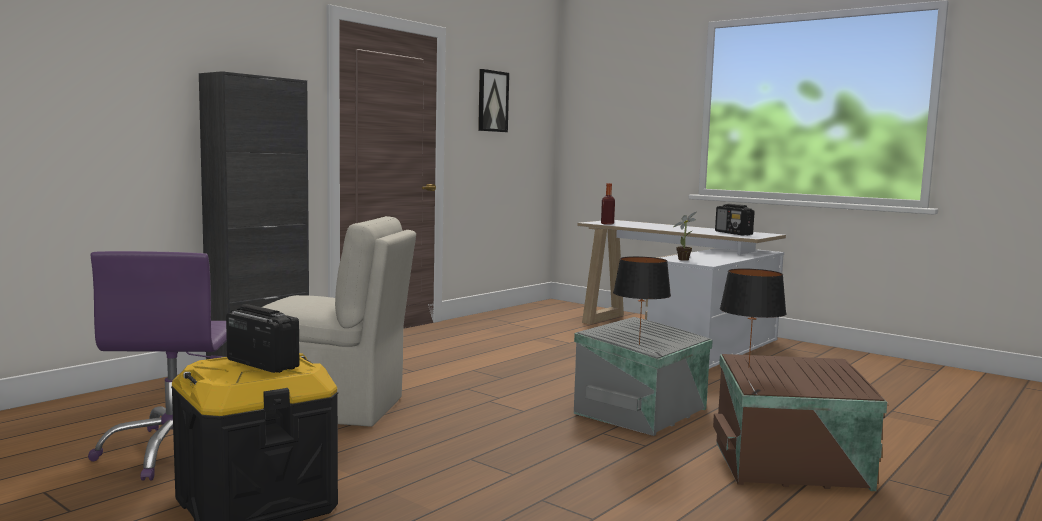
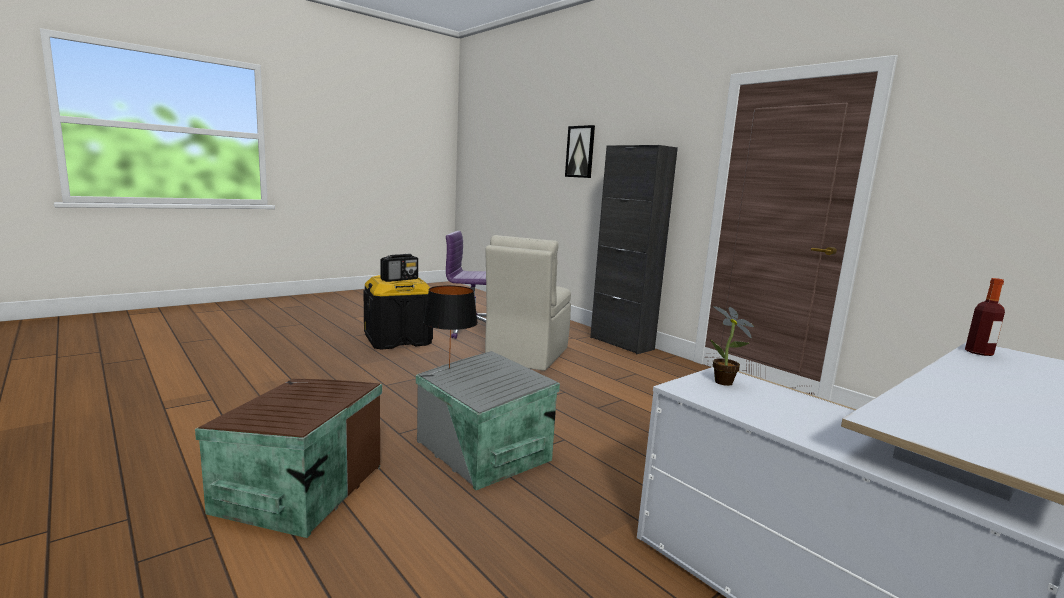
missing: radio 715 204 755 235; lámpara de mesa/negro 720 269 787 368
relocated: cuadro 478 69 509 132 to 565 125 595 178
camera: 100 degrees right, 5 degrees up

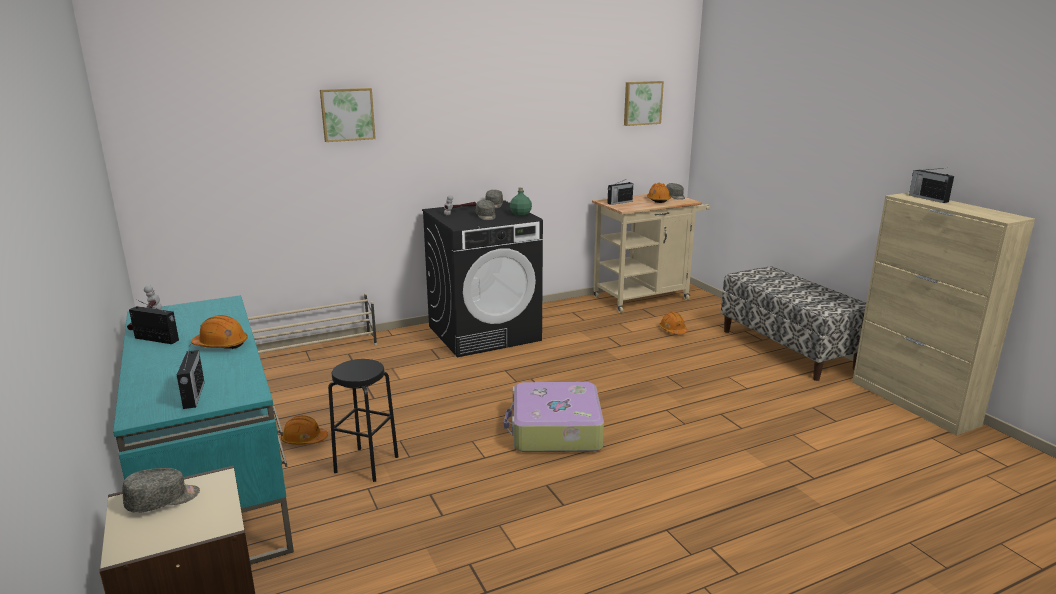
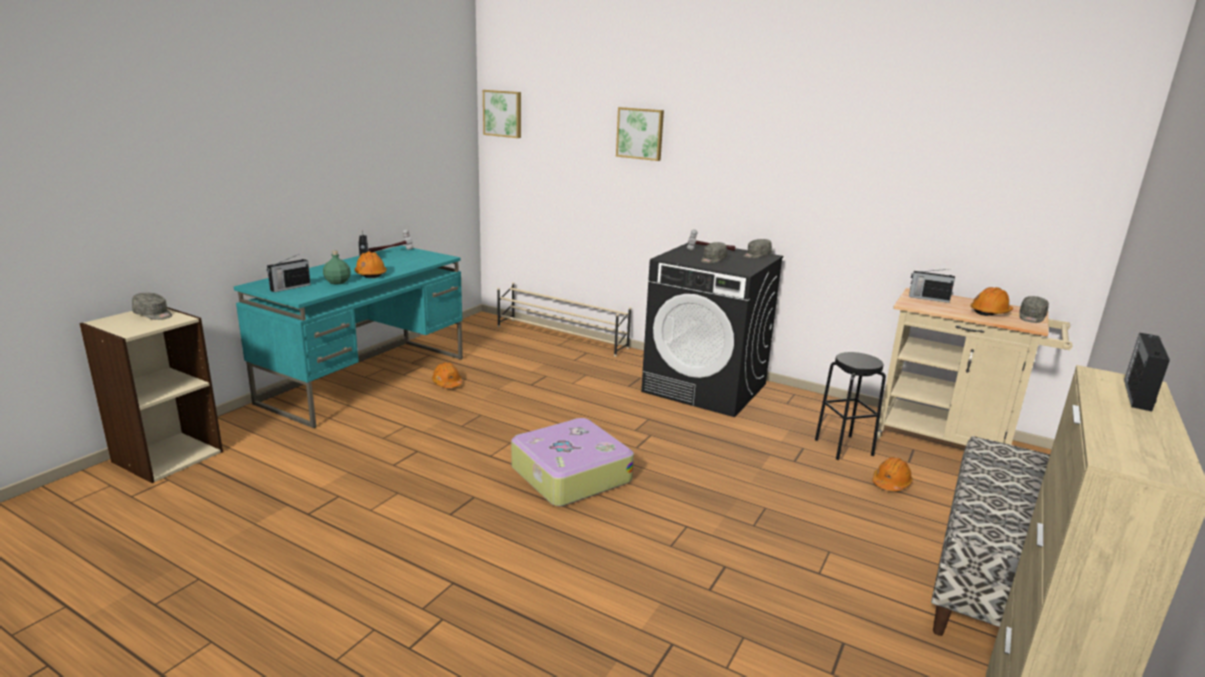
relocated: taburete/negro 328 359 398 482 to 815 352 886 460; botella/verde 510 187 532 216 to 323 251 351 285; cuadro 624 81 664 126 to 483 90 521 138
camera: 55 degrees right, 0 degrees up

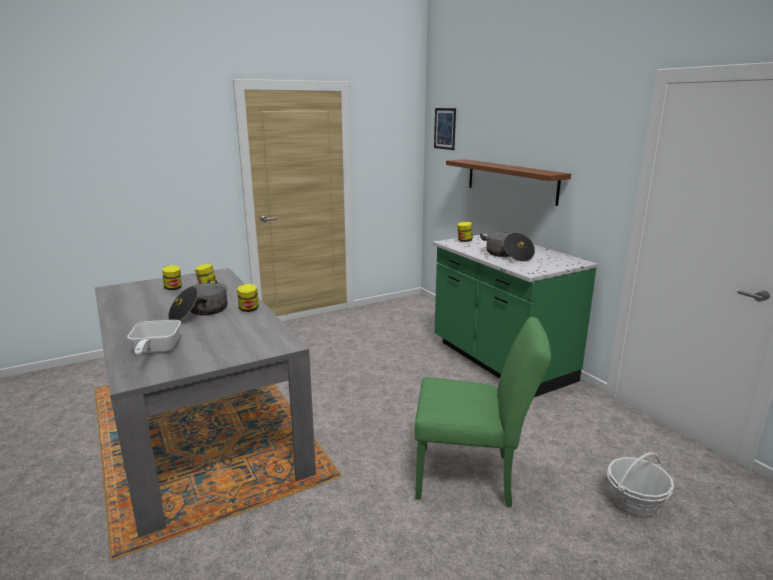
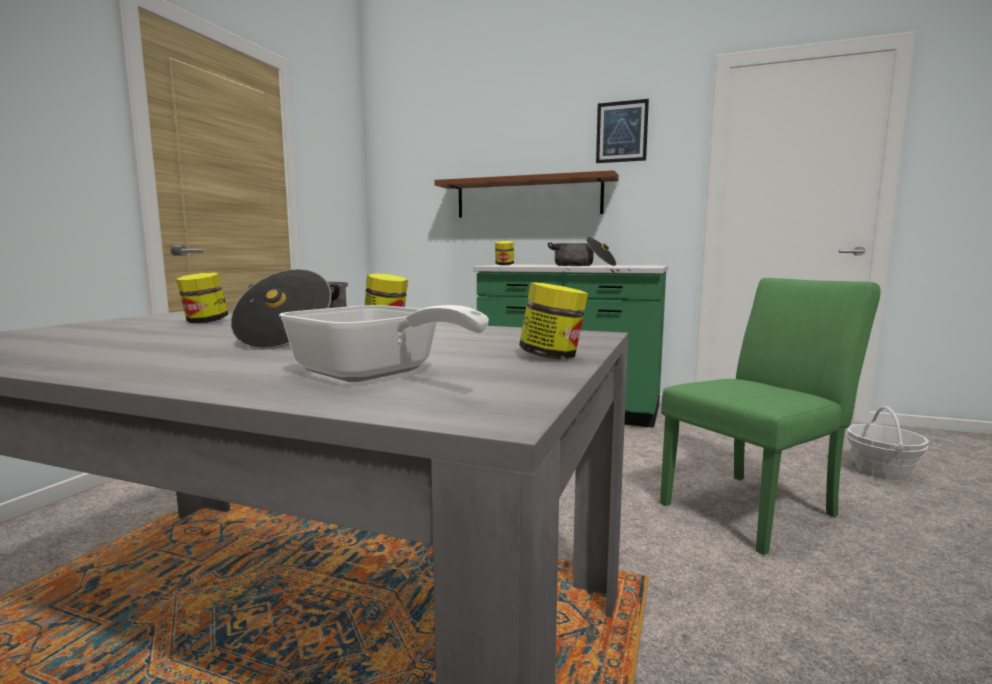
relocated: tarro 162 265 182 290 to 519 282 588 359; cuadro 434 108 456 150 to 596 99 649 163
camera: 40 degrees left, 10 degrees down

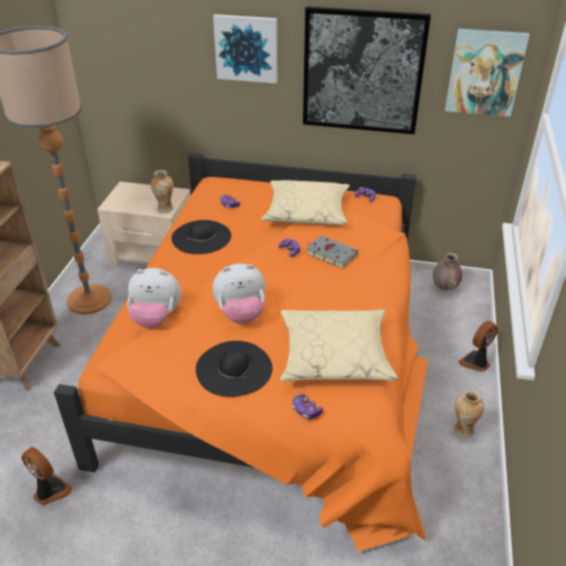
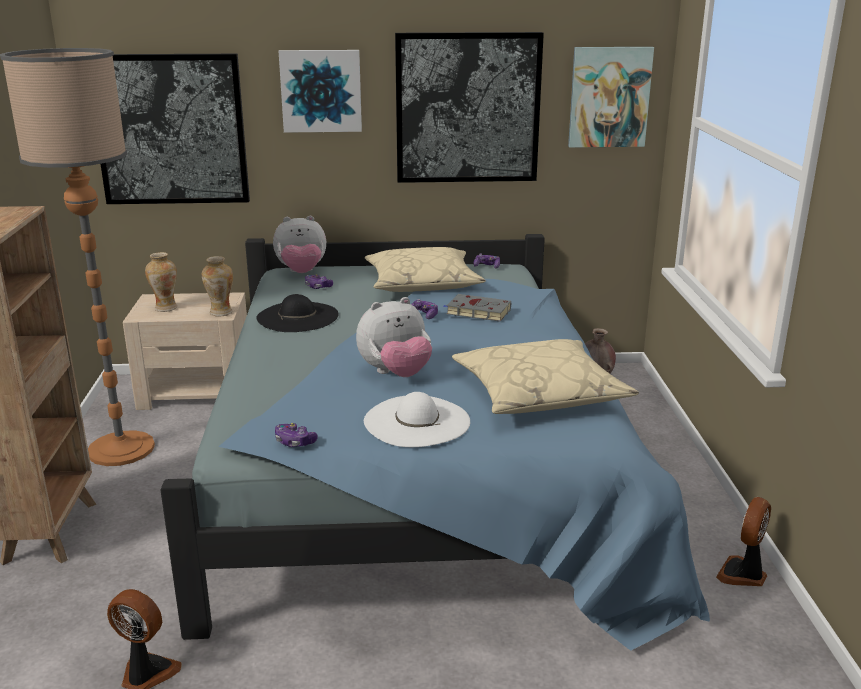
appeared: cuadro 101 54 250 204
relocated: peluche 127 268 181 329 to 273 216 326 273; mando de consola 293 394 323 419 to 275 423 317 447; florero 454 390 484 438 to 145 252 177 312; ventilador 458 321 498 372 to 716 497 771 586
colour: cama/naranja 54 153 428 552 to cama/azul 160 234 710 651; sombrero/negro 196 341 272 397 to sombrero/blanco 364 392 470 447
camera: 15 degrees left, 15 degrees down

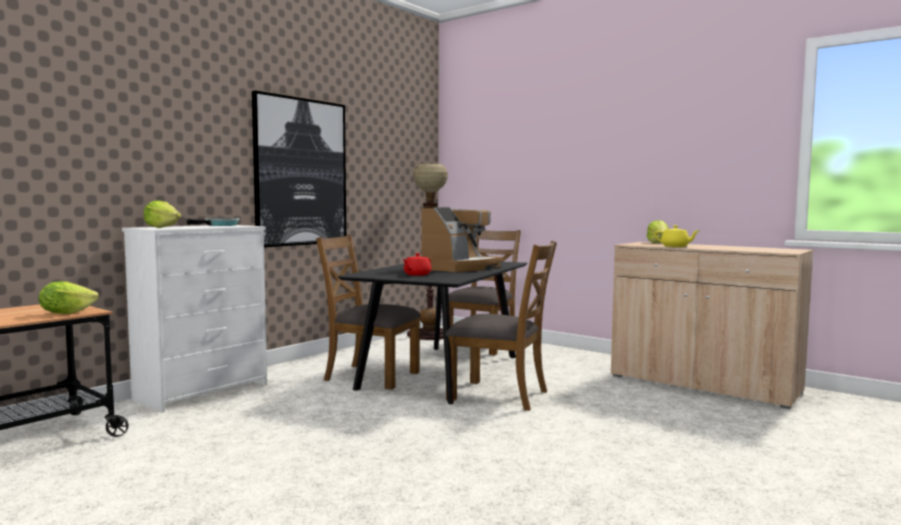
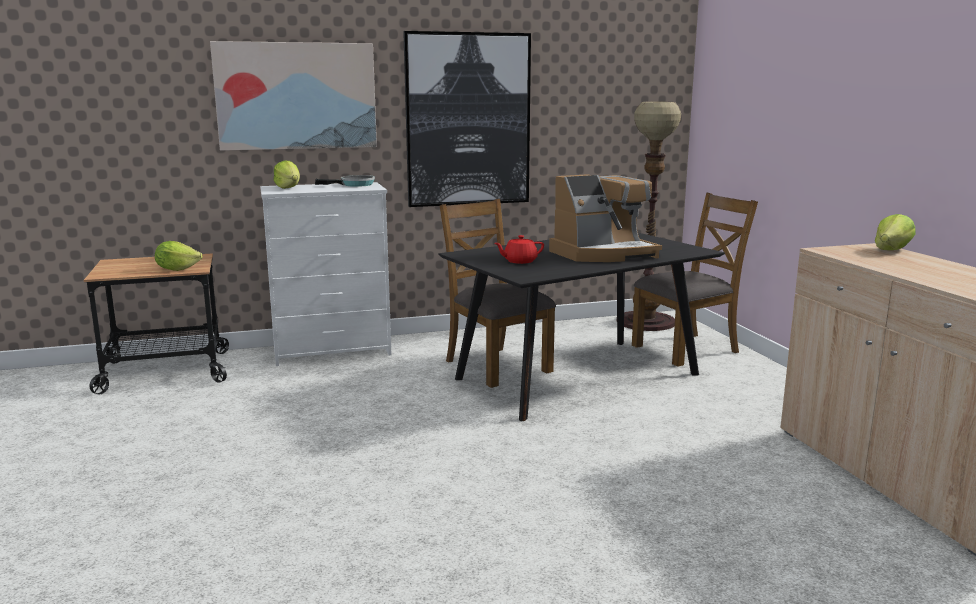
missing: silla/marrón 445 241 557 411; tetera/amarillo 654 225 700 247
appeared: cuadro 210 41 377 151
camera: 35 degrees right, 10 degrees up

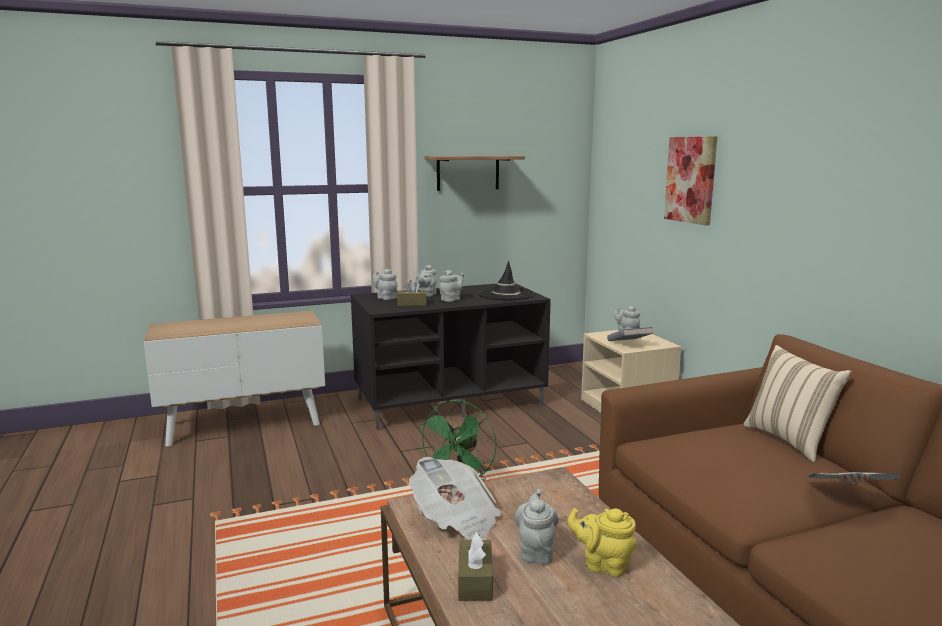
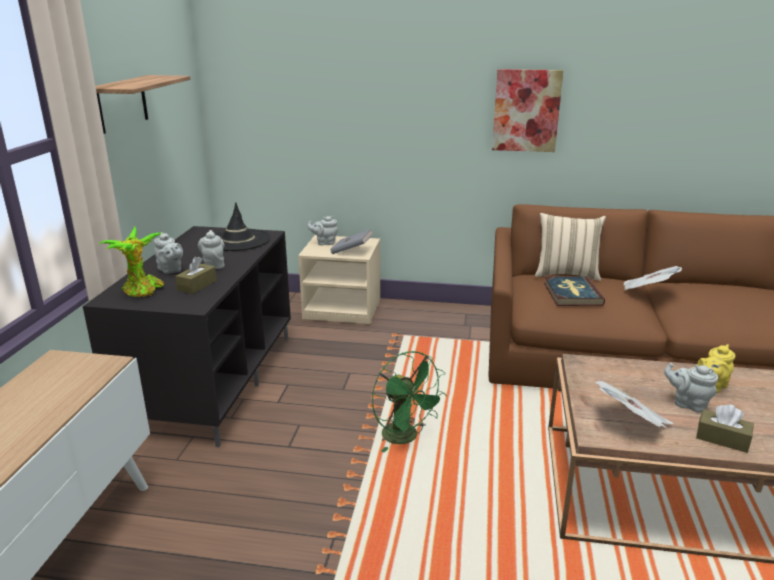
appeared: libro 544 276 605 306
relocated: cuadro 664 136 717 225 to 492 69 563 152
exchanged: tetera/gris 373 269 398 300 to planta en maceta 98 226 164 297
camera: 60 degrees left, 10 degrees up

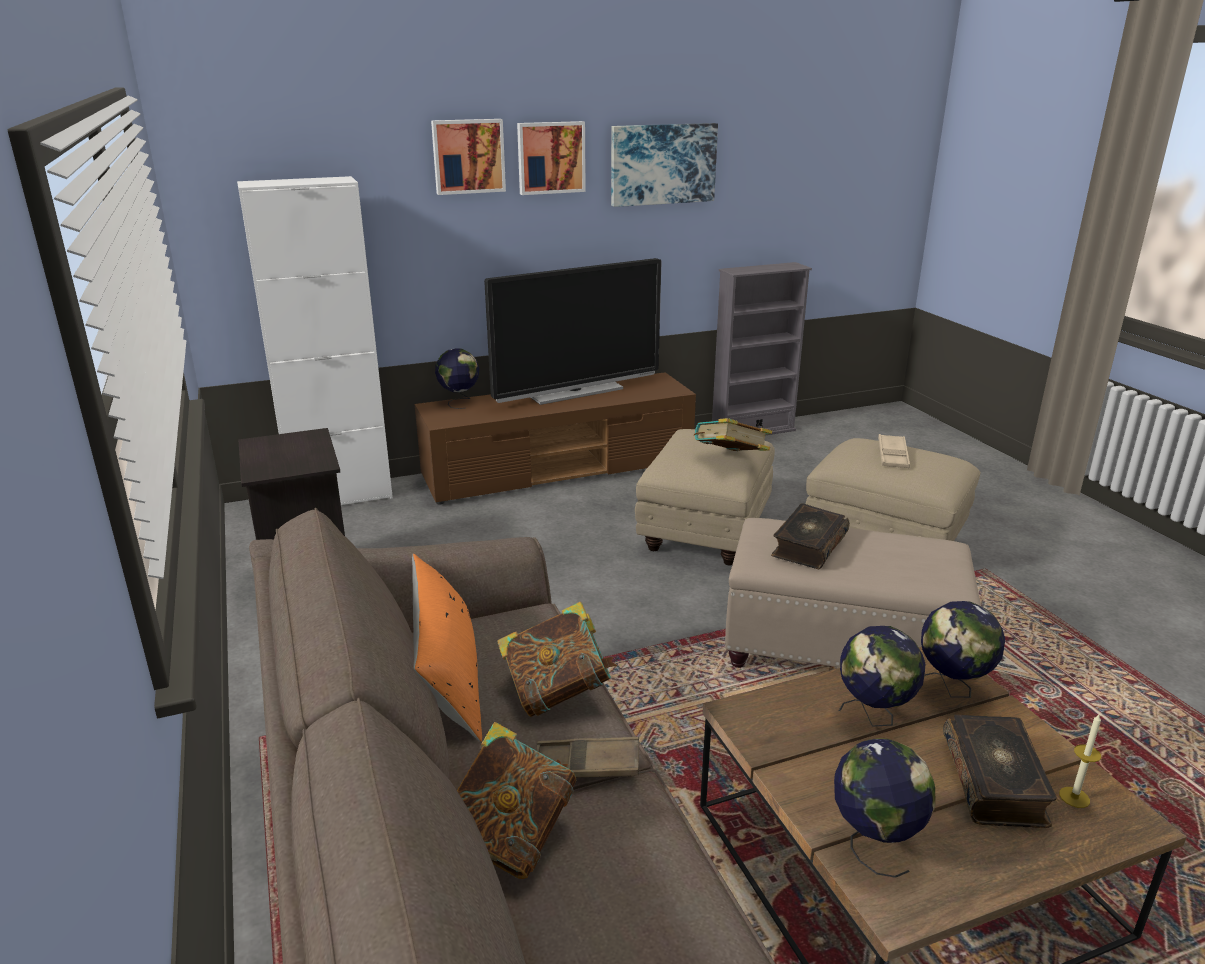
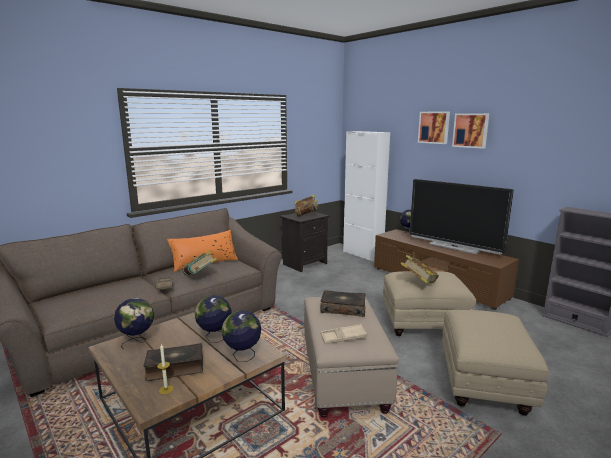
missing: cuadro 611 123 718 207
relocated: libro 457 722 576 879 to 295 195 318 217; bandeja/beis 878 434 910 468 to 321 324 367 344
camera: 70 degrees right, 10 degrees down

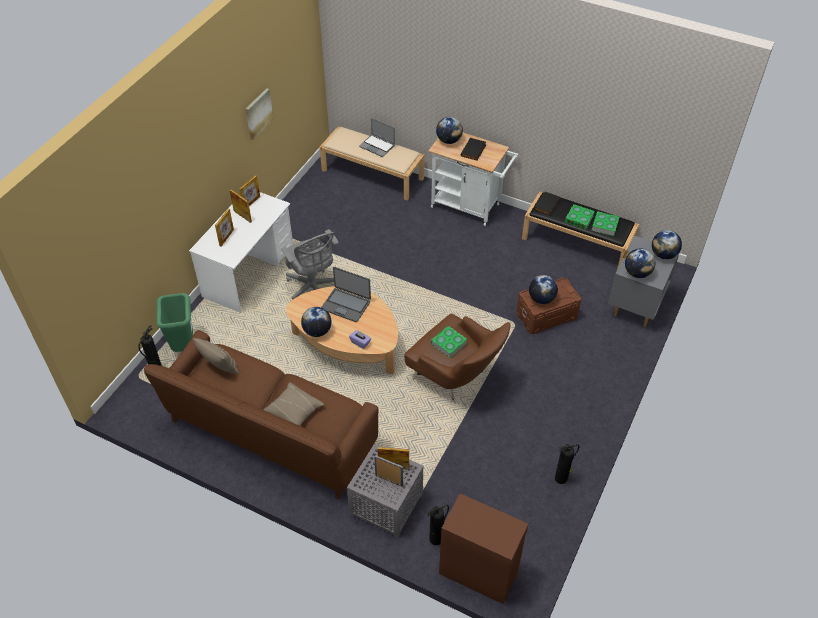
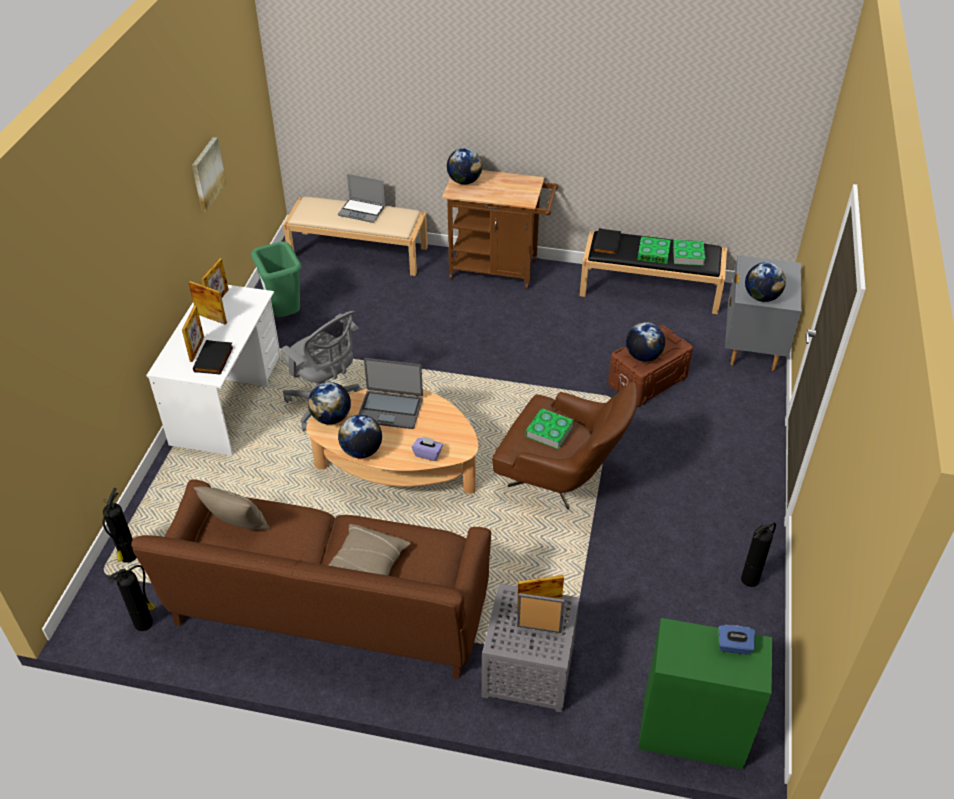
appeared: caja de pañuelos/azul 719 625 755 654
relocated: papelera/verde 156 293 193 352 to 251 241 301 317; extintor 427 505 449 545 to 107 565 156 631; libro/negro 461 137 486 161 to 193 340 233 375; globo terráqueo 652 230 682 259 to 308 382 351 424
colour: carrito/blanco 428 133 518 226 to carrito/marrón 442 170 558 289; armario/marrón 439 493 528 604 to armario/verde 638 618 772 769
camera: 15 degrees left, 5 degrees down

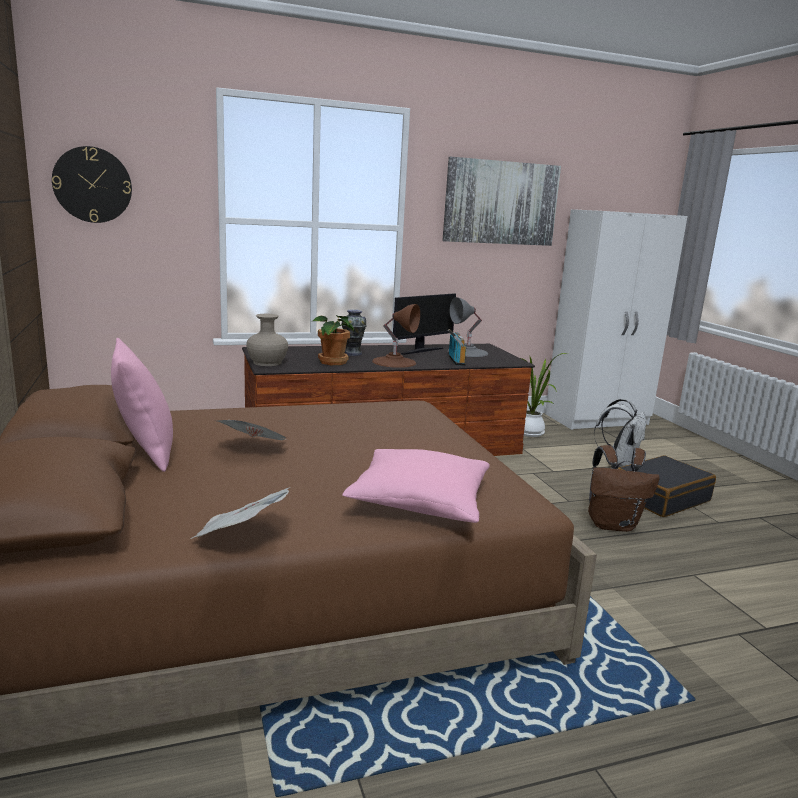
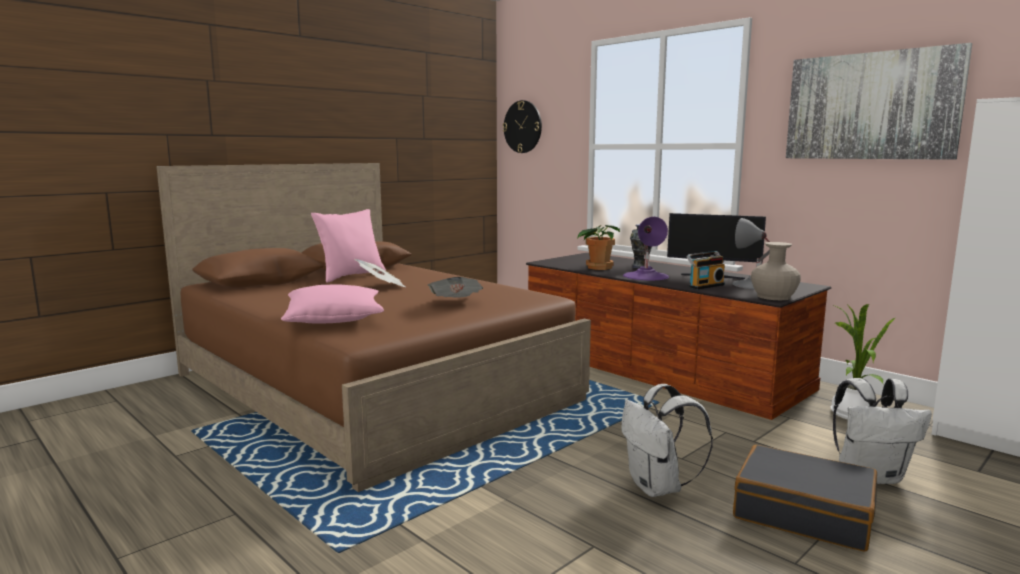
relocated: periódico 191 487 290 539 to 428 277 483 298; florero/beis 246 314 288 366 to 751 242 801 300
colour: lámpara de mesa/marrón 372 304 420 368 to lámpara de mesa/morado 623 217 669 280; mochila/marrón 588 445 660 532 to mochila/blanco 621 384 713 497
camera: 65 degrees right, 5 degrees down

